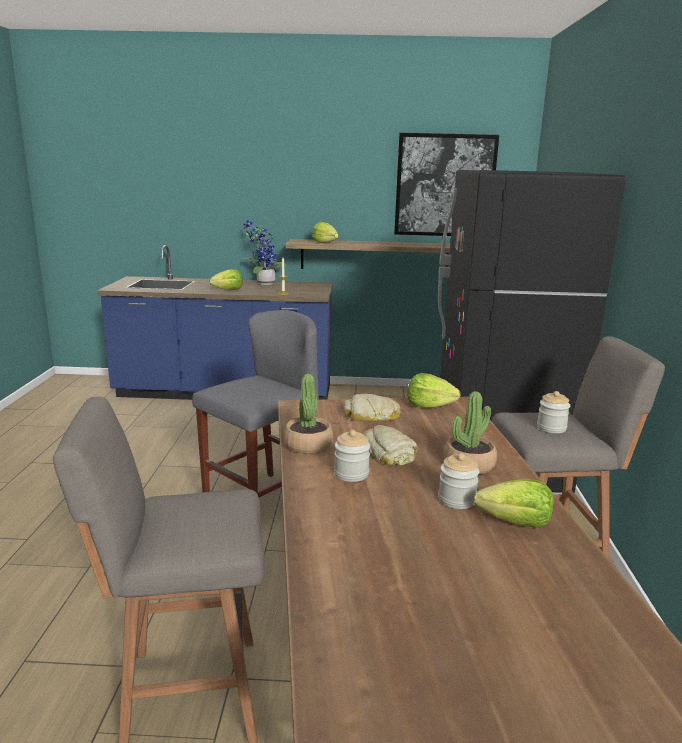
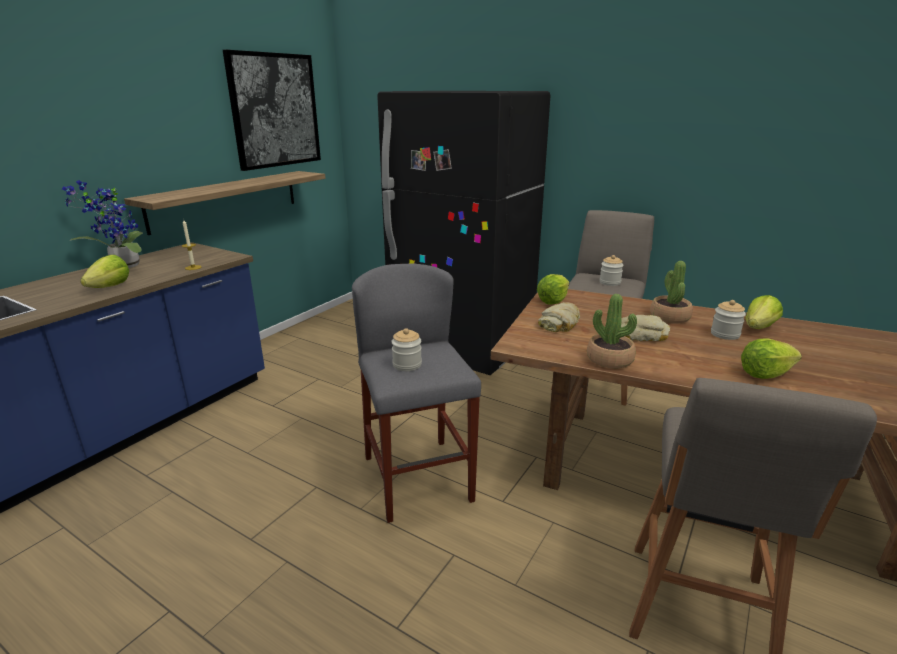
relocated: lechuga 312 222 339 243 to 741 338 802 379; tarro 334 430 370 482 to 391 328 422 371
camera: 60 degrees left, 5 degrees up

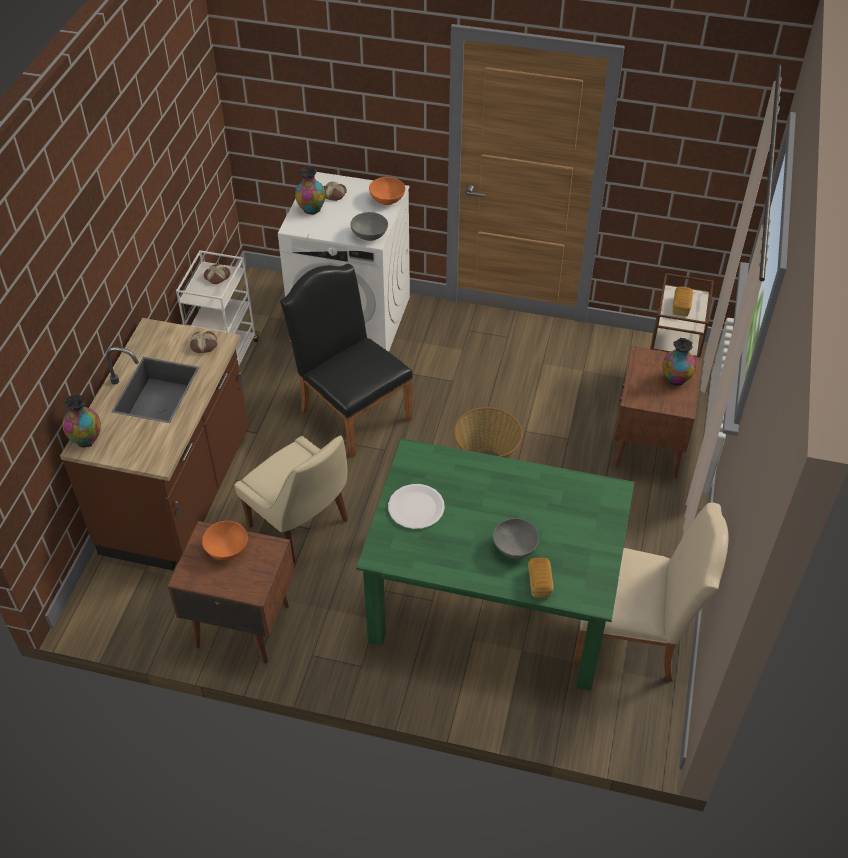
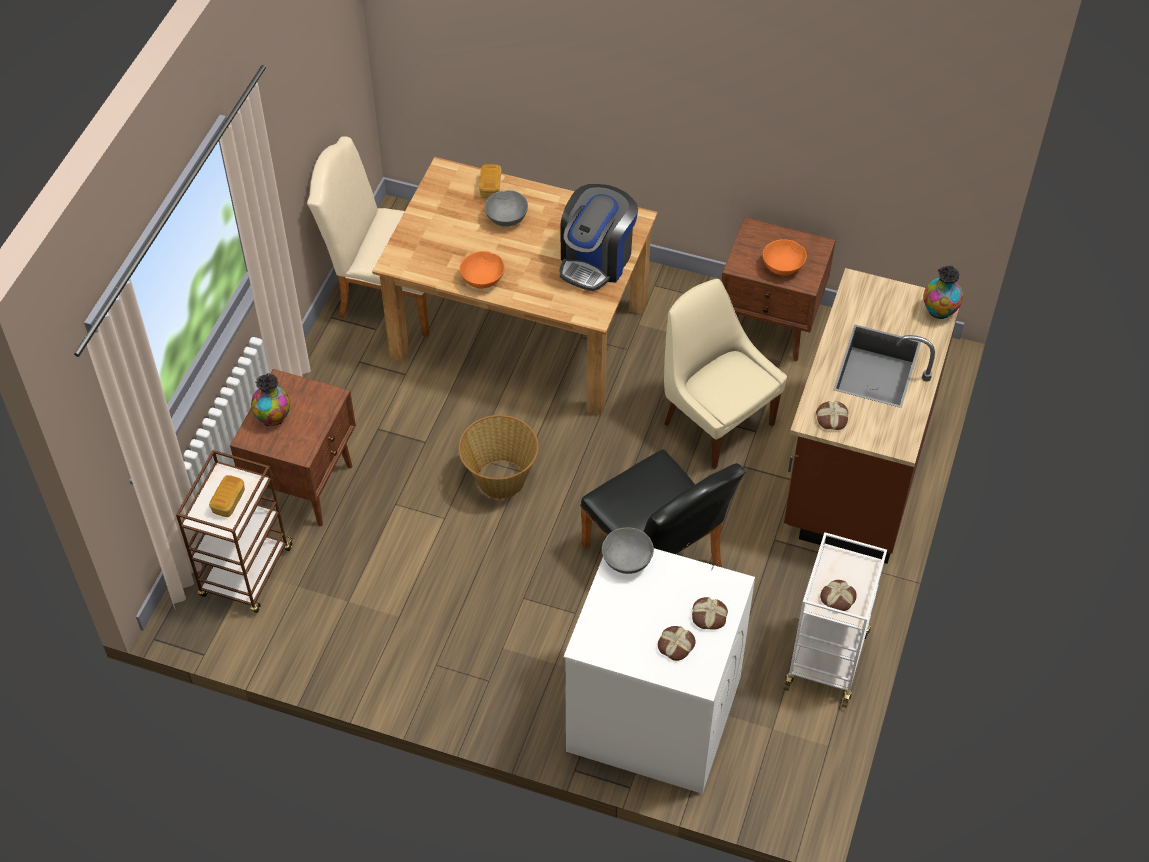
relocated: cuenco/naranja 369 177 405 205 to 460 251 505 289
exchanged: florero 295 166 326 215 to pan 692 597 728 630; plato/blanco 388 484 445 529 to cafetera 560 184 638 291
colour: mesa de comedor/verde 356 438 634 691 to mesa de comedor/marrón 372 157 658 415
camera: 175 degrees left, 5 degrees up

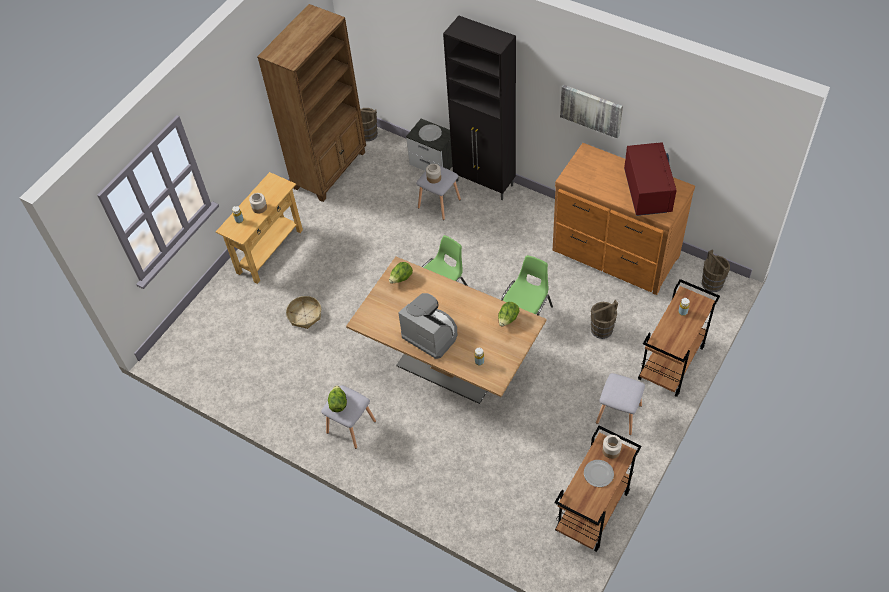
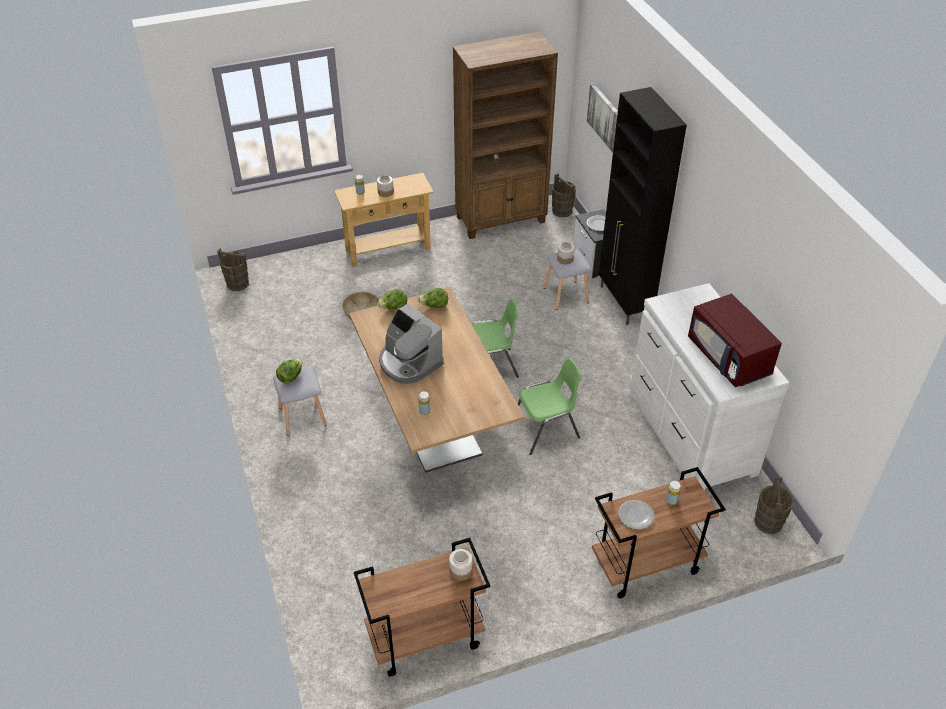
missing: taburete/gris 596 373 645 435
relocated: lechuga 498 302 520 327 to 377 289 407 310; cuadro 560 85 623 139 to 587 84 618 152; plato 584 460 614 487 to 618 500 655 529; cubo/marrón 591 300 618 339 to 217 248 249 291
colour: cómoda/marrón 553 143 695 295 to cómoda/blanco 630 283 790 490
spun: cafetera 398 293 457 359 = 379 304 444 385 150 degrees clockwise; microondas/rojo 624 142 677 216 = 688 294 782 387 120 degrees clockwise
camera: 35 degrees right, 10 degrees down

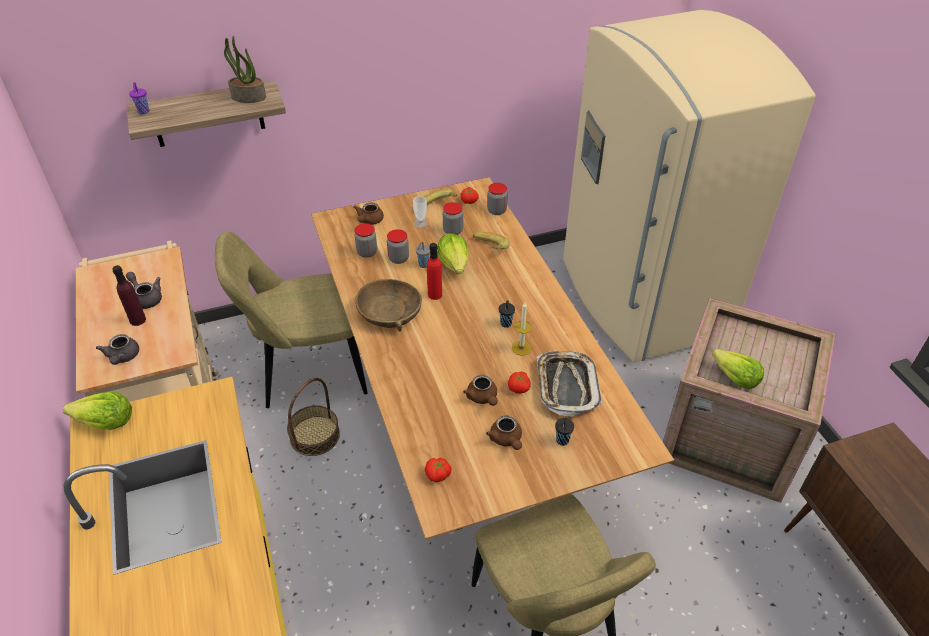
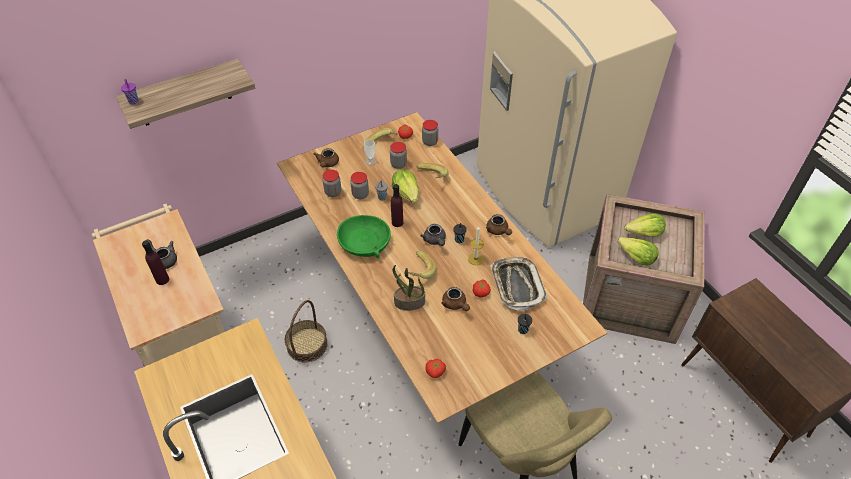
missing: silla/beis 215 232 368 408
appeared: plátano 408 251 436 279
relocated: lechuga 63 392 132 430 to 625 214 666 236; tetera/gris 96 334 139 365 to 421 224 446 246; planta en maceta 224 36 266 103 to 393 265 425 311; tetera/marrón 486 416 522 450 to 486 214 512 235
colour: cuenco/marrón 355 279 422 331 to cuenco/verde 337 215 391 259; botella/rojo 427 243 442 300 to botella/morado 391 184 403 227
camera: 10 degrees left, 5 degrees up

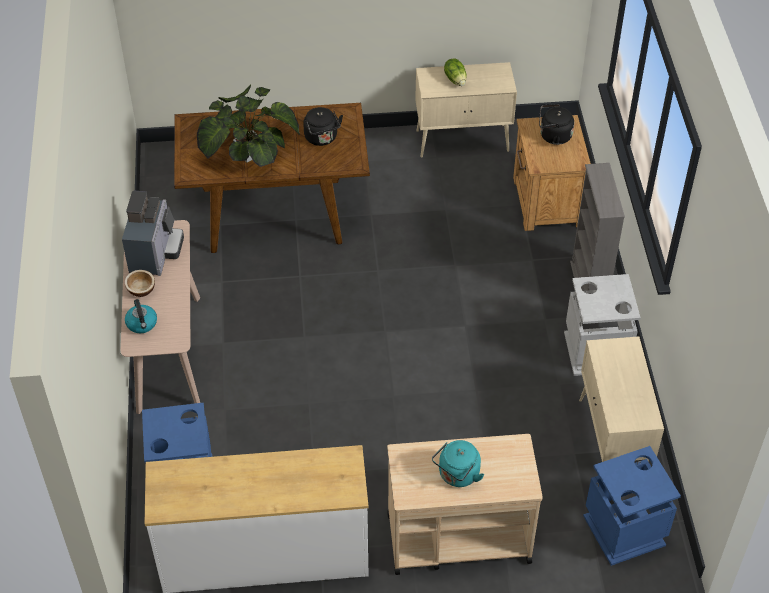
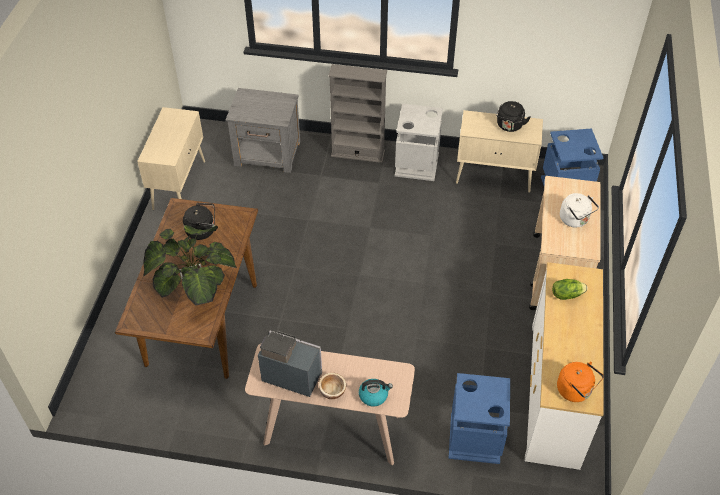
appeared: hervidor/naranja 557 361 604 402
relocated: lechuga 444 59 466 86 to 552 279 588 300; hervidor/negro 539 104 574 145 to 496 101 531 132
colour: hervidor/turquesa 432 440 484 487 to hervidor/blanco 560 193 599 227; mesita de noche/marrón 513 115 591 231 to mesita de noche/gris 226 88 300 173
camera: 75 degrees left, 0 degrees up

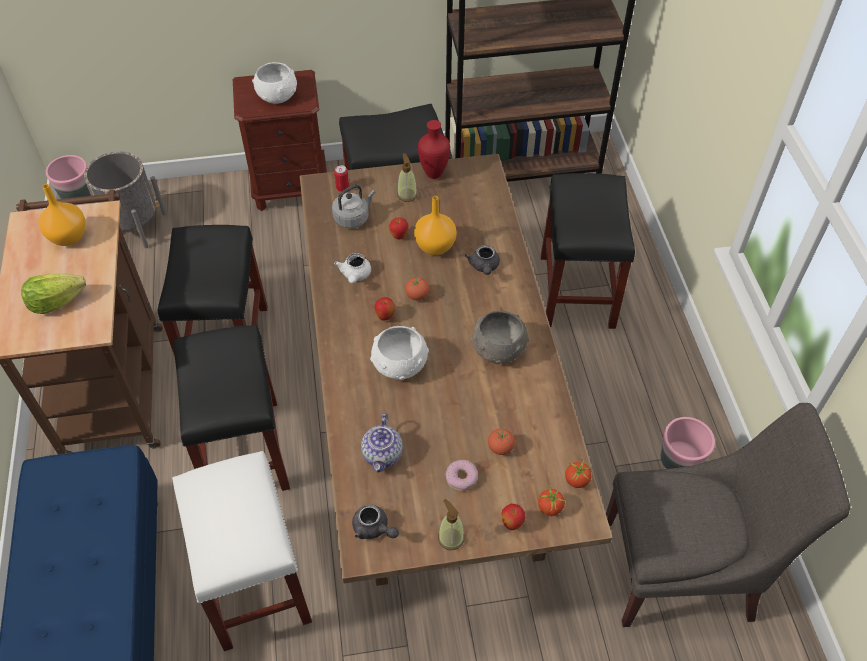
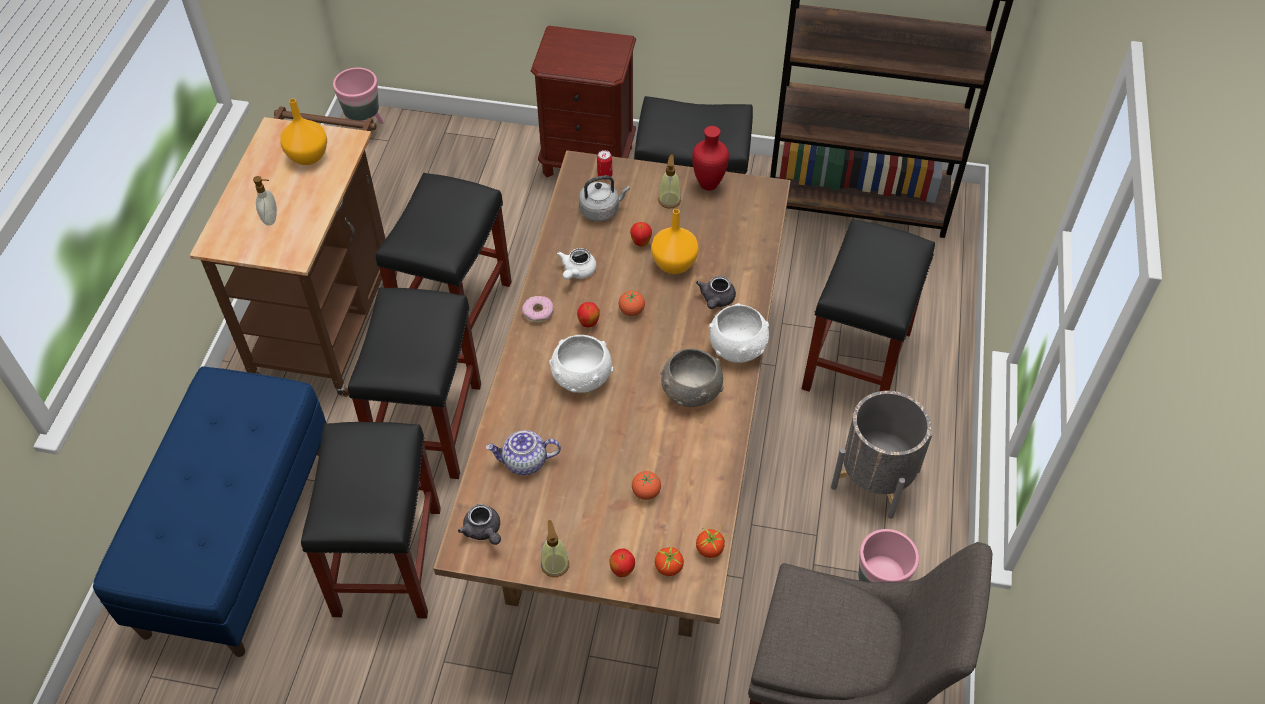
relocated: maceta/gris 84 151 167 248 to 831 391 933 519; cuenco/blanco 252 62 297 104 to 709 303 769 363; rosquilla 445 460 478 491 to 522 296 554 323
exchanged: lechuga 21 273 86 314 to dispensador de jabón 253 176 277 226
colour: taburete/blanco 172 451 312 651 to taburete/negro 301 422 441 618
spun: tetera 361 413 403 473 = 486 430 561 475 60 degrees clockwise
camera: 20 degrees right, 0 degrees up

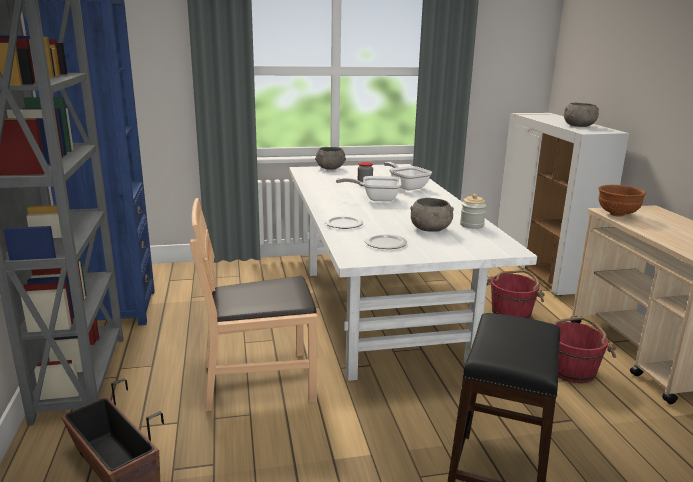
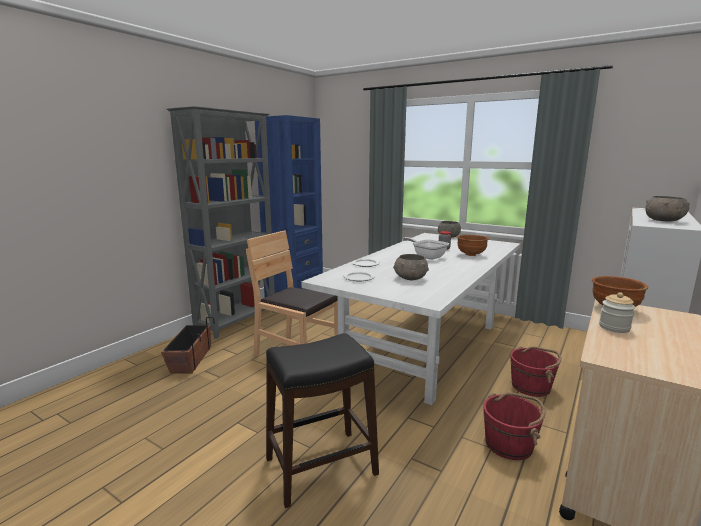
relocated: tarro 460 194 486 229 to 599 292 635 333
exchanged: sartén 384 162 432 190 to cuenco/marrón 457 235 489 256
camera: 45 degrees right, 5 degrees down

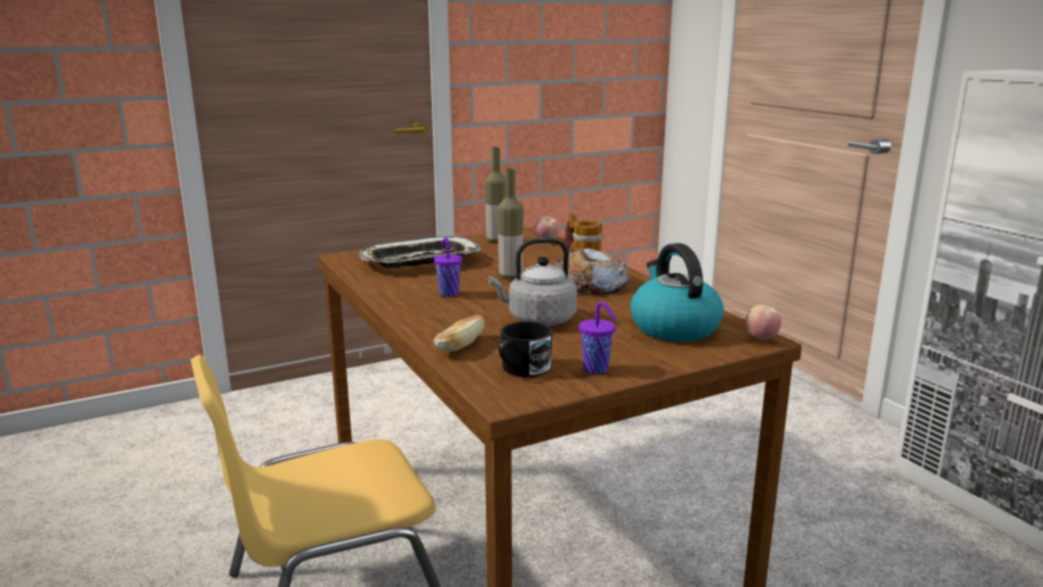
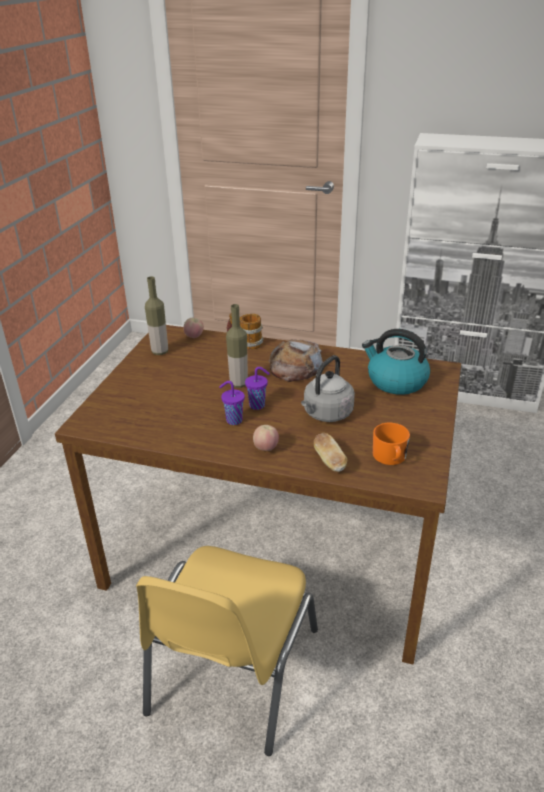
missing: bandeja 359 236 481 268
relocated: taza/morado 579 301 616 374 to 245 367 270 410; manzana 745 305 782 340 to 253 425 279 451
colour: taza grande/negro 499 321 552 377 to taza grande/naranja 373 423 410 465
camera: 45 degrees left, 15 degrees up

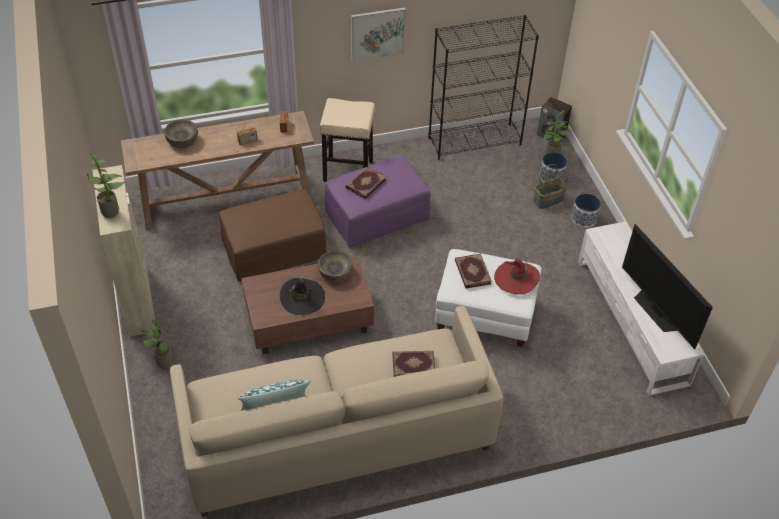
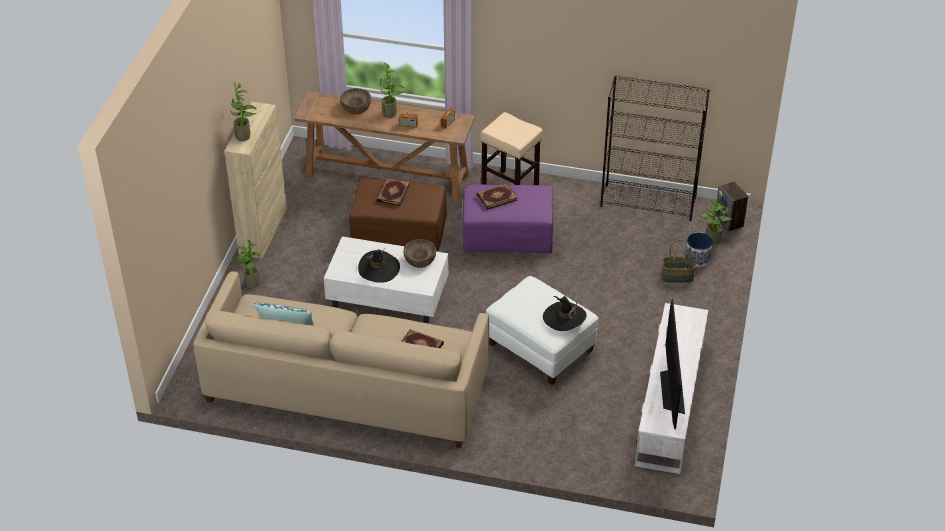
missing: cuadro 351 8 406 63; maceta 571 193 601 228
appeared: planta en maceta 380 63 405 118
relocated: libro 455 253 492 289 to 377 178 410 206
colour: mesa de centro/marrón 242 256 374 354 to mesa de centro/blanco 324 236 449 323; sombrero/rojo 494 257 540 295 to sombrero/negro 543 296 587 331
camera: 30 degrees right, 5 degrees down

